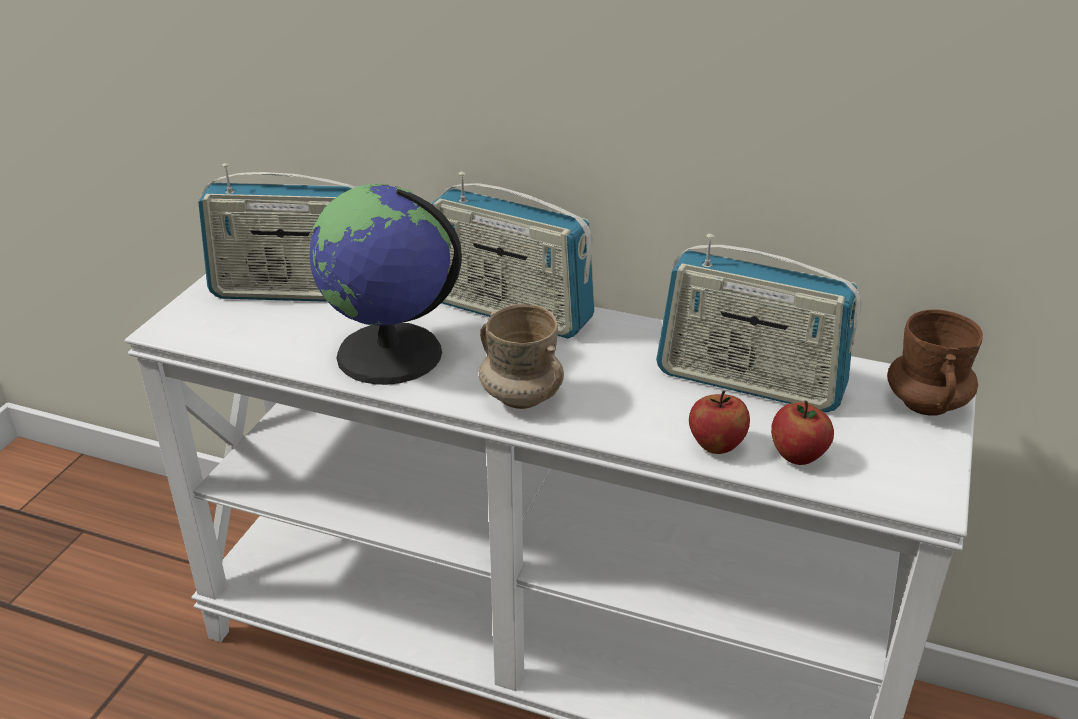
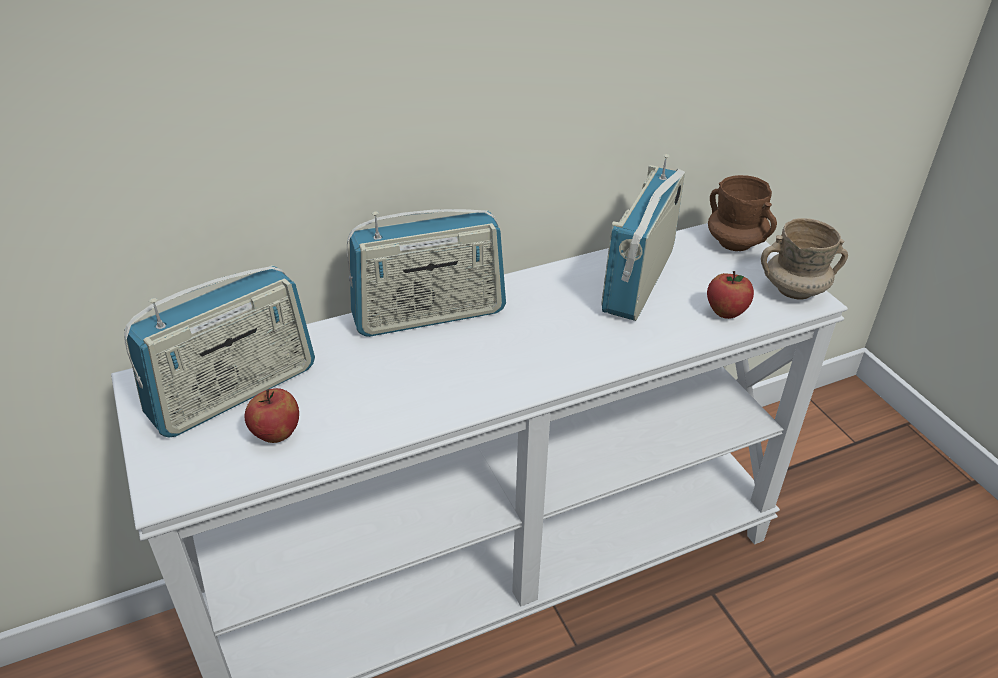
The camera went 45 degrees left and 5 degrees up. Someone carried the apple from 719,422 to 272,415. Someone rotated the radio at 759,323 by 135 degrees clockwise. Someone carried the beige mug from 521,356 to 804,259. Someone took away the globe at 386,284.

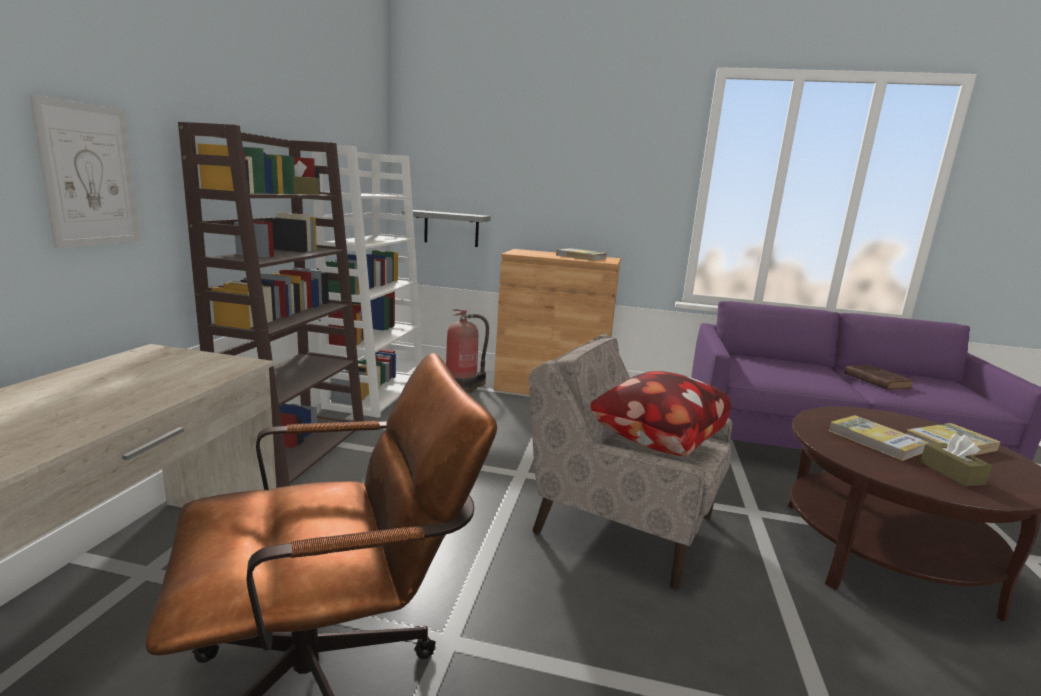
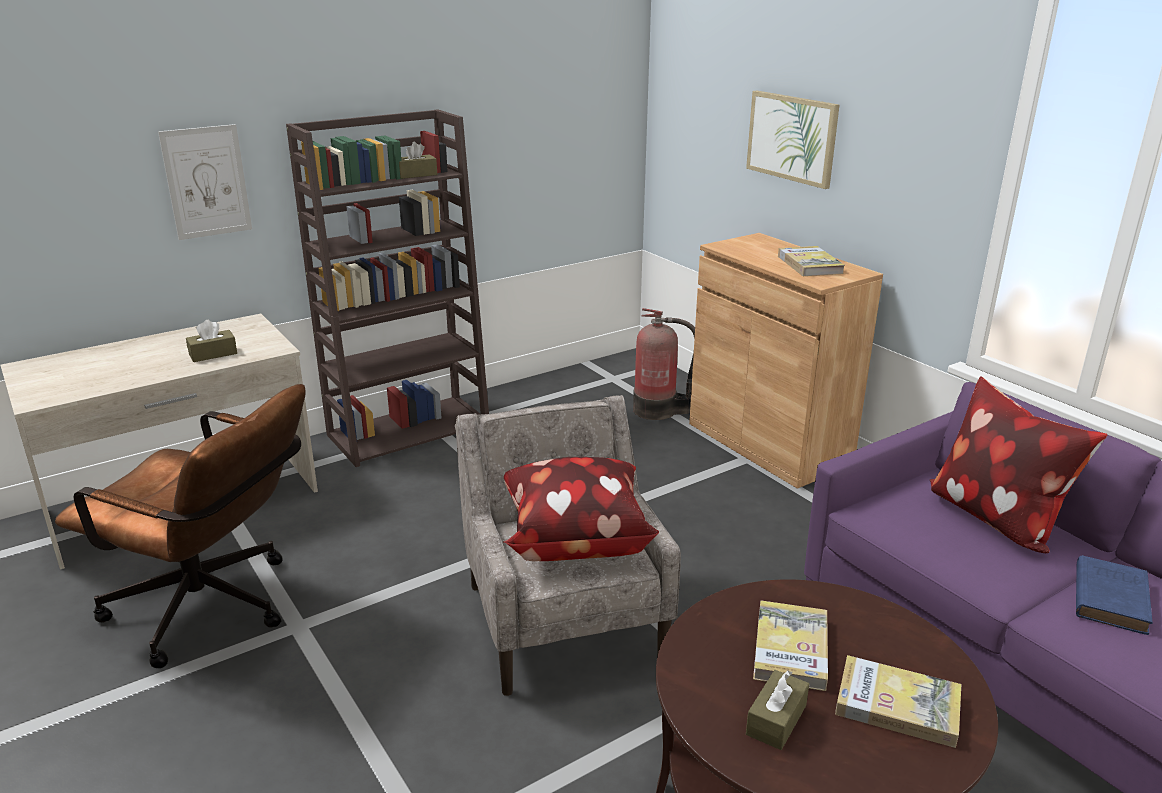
The camera went 45 degrees right and 10 degrees up. Someone put down the brown tissue box at 211,341. Someone put up the picture at 792,140. Someone put down the pillow at 1018,464. Someone repainted the brown book at 879,377, which became the blue book at 1114,595. Someone took away the white bookcase at 367,281. Someone took away the grey shelf at 446,228.

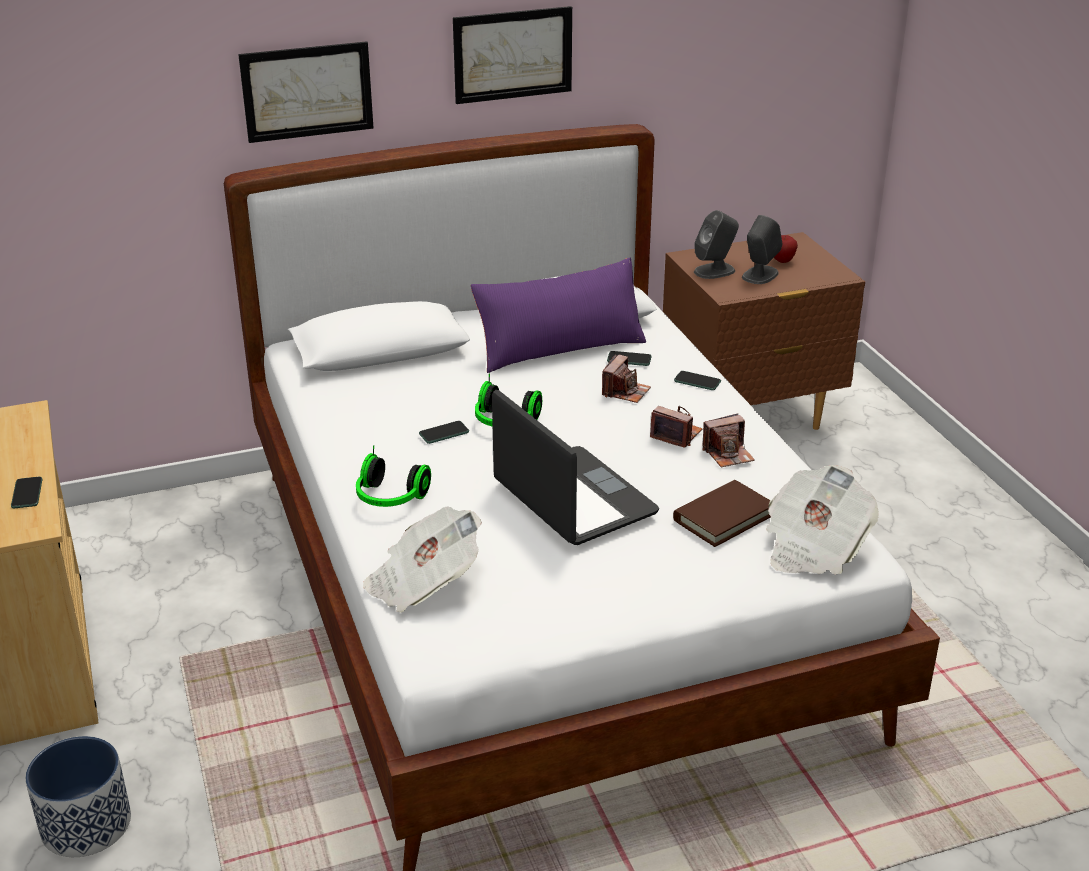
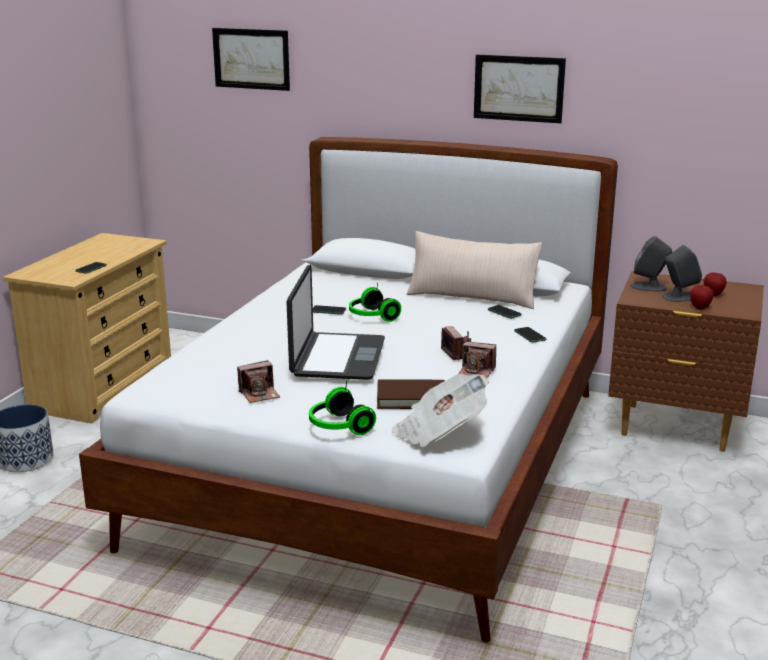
The camera went 40 degrees right and 10 degrees down. Someone carried the picture from 306,92 to 251,59. Someone carried the photo camera from 626,378 to 258,381. Someone carried the headphones from 393,476 to 342,408. Someone repainted the purple pillow at 558,315, which became the beige pillow at 474,270. Someone put down the apple at 702,297. Someone took away the newspaper at 422,559.

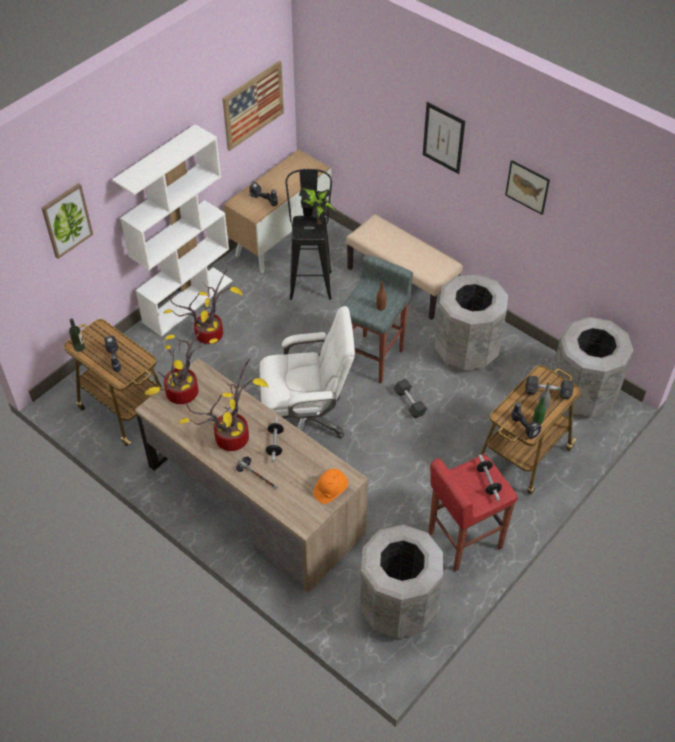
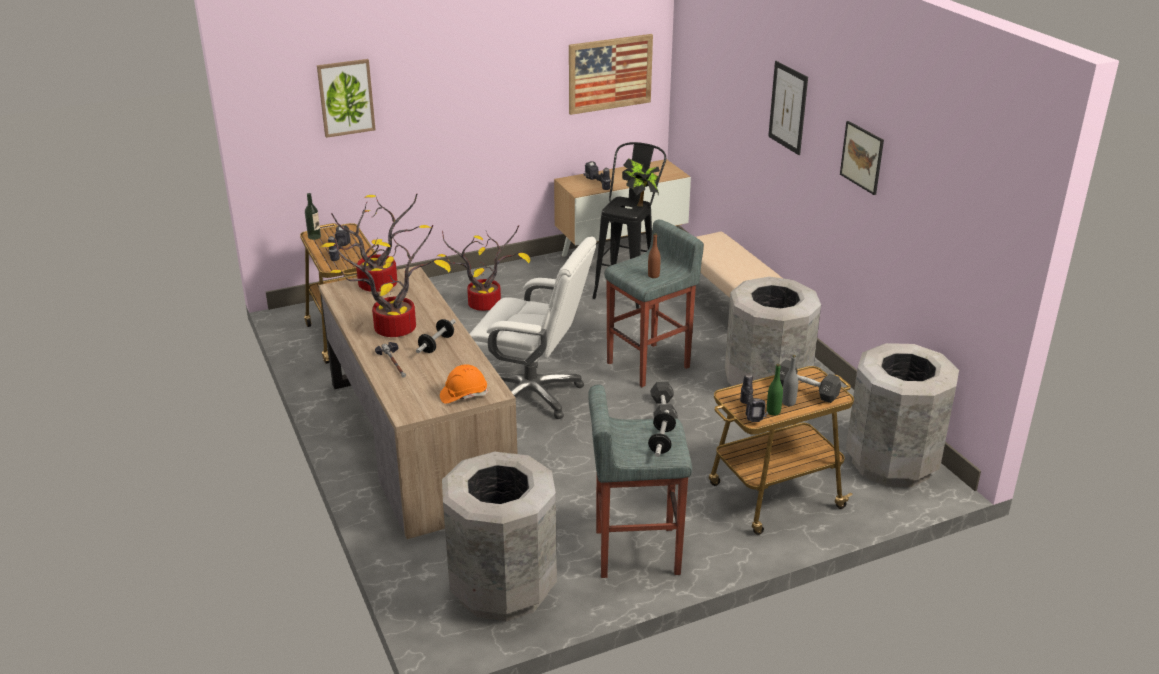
The camera went 25 degrees right and 20 degrees down. Someone repainted the red stool at 473,513, which became the grey stool at 640,481. Someone took away the white bookcase at 172,230.

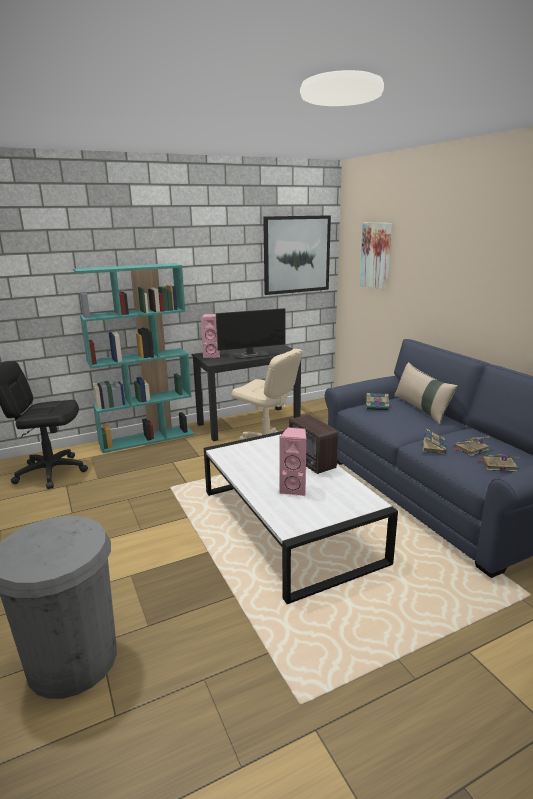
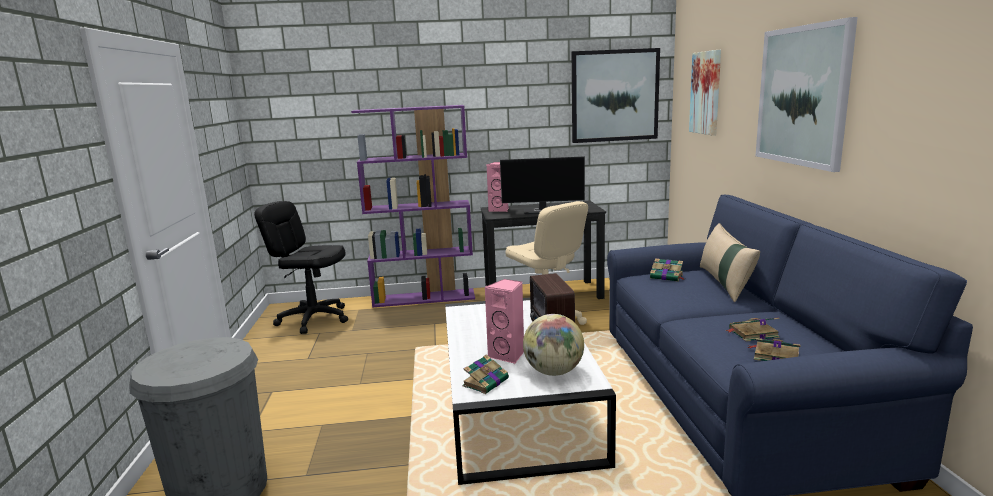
The camera went 20 degrees right and 5 degrees down. Someone repainted the turquoise bookcase at 133,358, which became the purple bookcase at 413,206. Someone carried the book from 434,441 to 485,374. Someone put down the globe at 553,345. Someone put up the picture at 807,94.

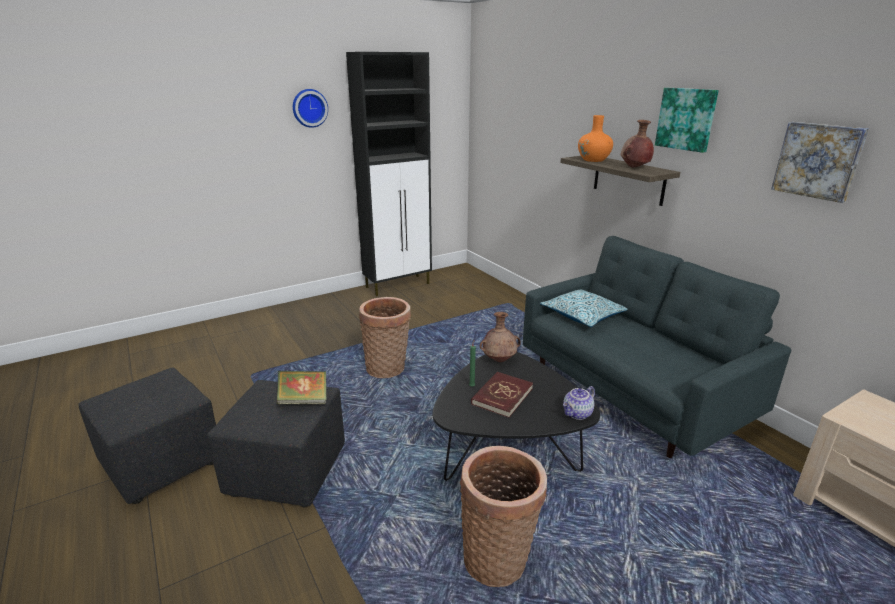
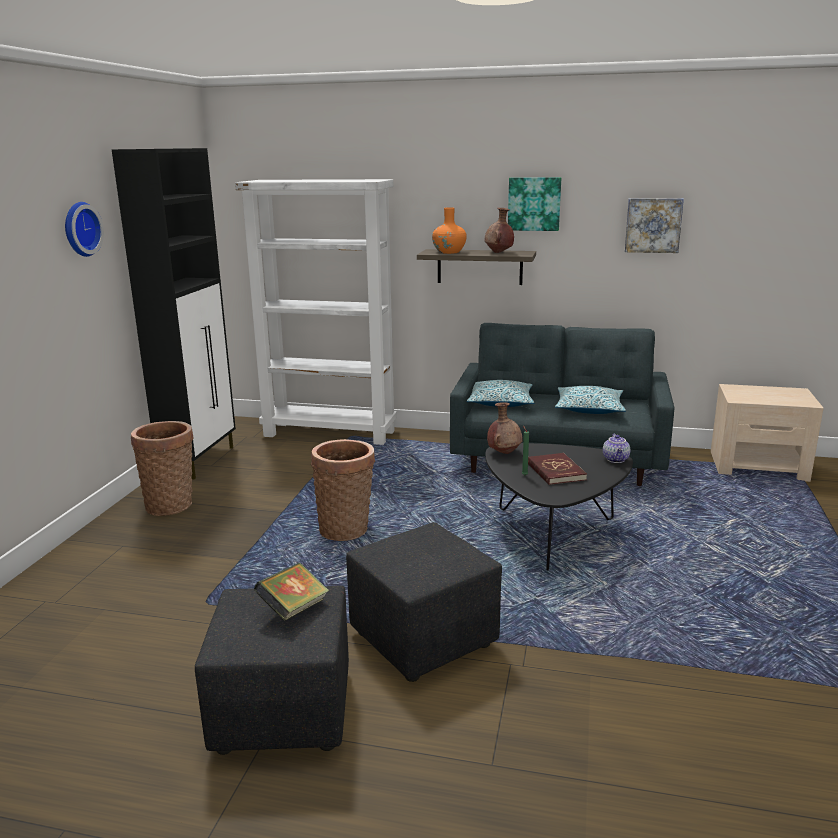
The camera went 45 degrees left and 5 degrees down. Someone carried the basket from 503,516 to 162,468. Someone put down the white bookcase at 316,312. Someone carried the book from 301,387 to 291,592. Someone put down the pillow at 590,400.

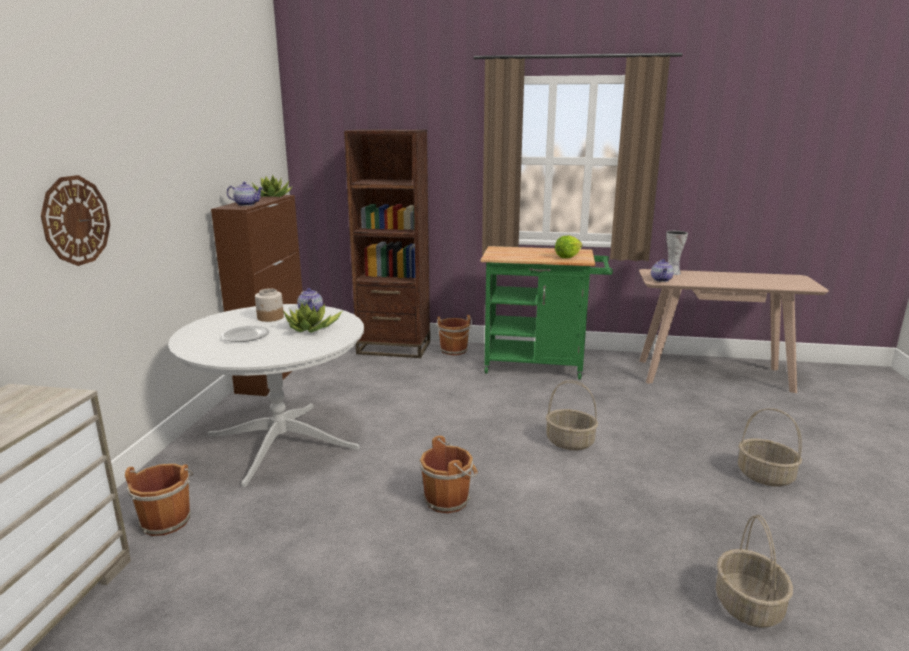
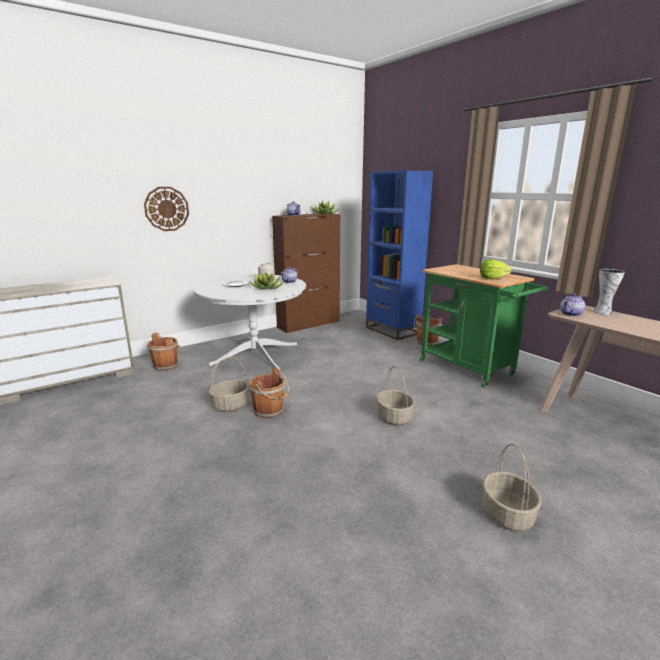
The camera went 45 degrees right and 0 degrees up. Someone carried the basket from 754,571 to 229,384. Someone repainted the brown bookcase at 387,243, which became the blue bookcase at 399,255.

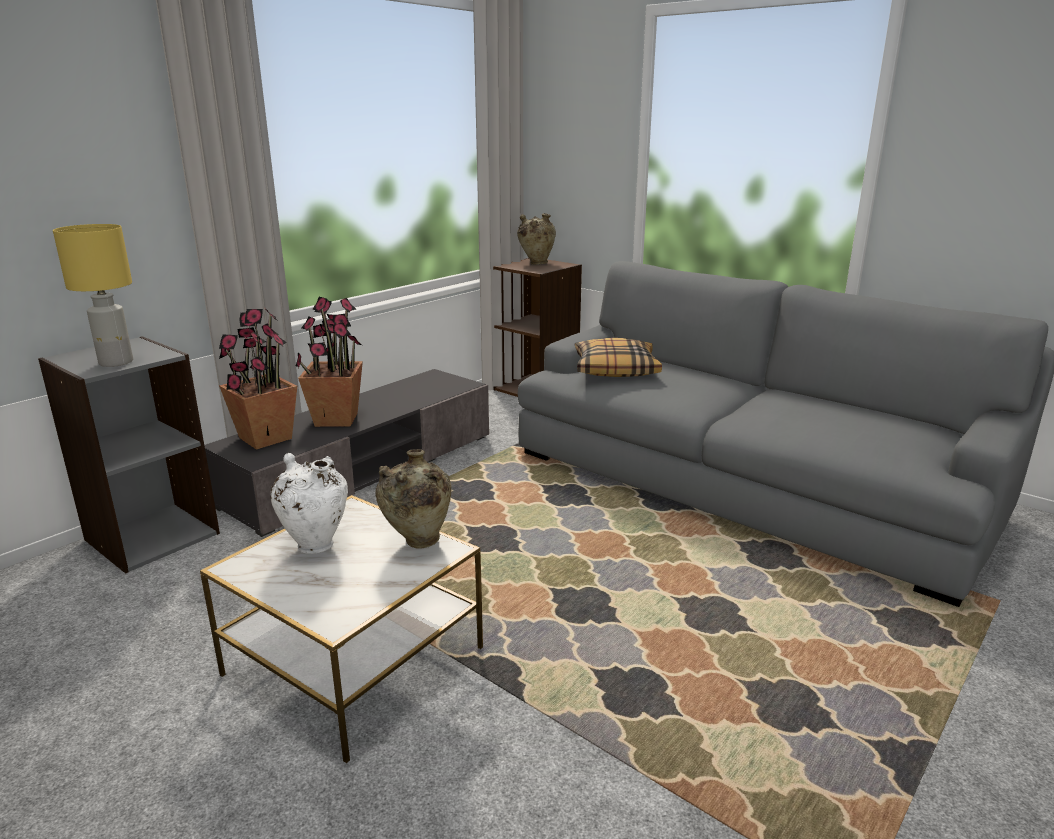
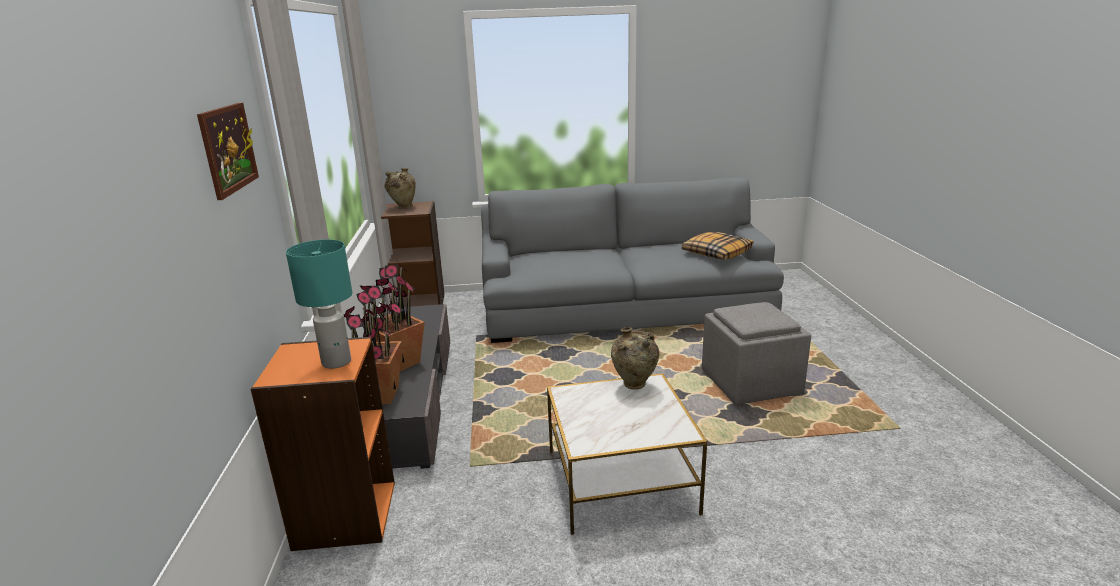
The camera went 45 degrees left and 0 degrees up. Someone put up the picture at 228,151. Someone repainted the grey bookcase at 129,455, which became the orange bookcase at 322,444. Someone repainted the yellow table lamp at 93,295, which became the turquoise table lamp at 319,304. Someone carried the pillow from 618,357 to 717,246. Someone put down the grey ottoman at 756,353. Someone took away the white vase at 309,503.

